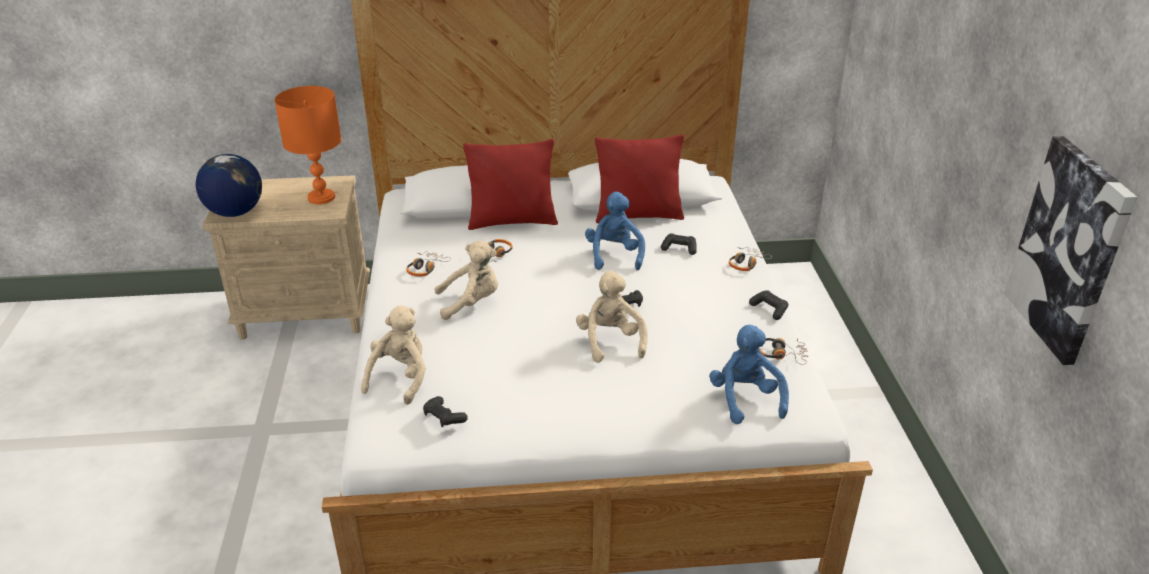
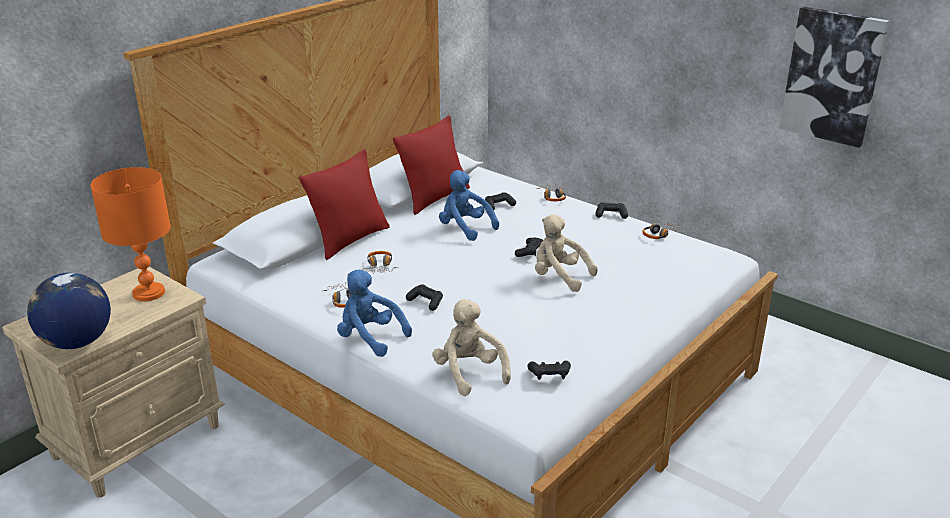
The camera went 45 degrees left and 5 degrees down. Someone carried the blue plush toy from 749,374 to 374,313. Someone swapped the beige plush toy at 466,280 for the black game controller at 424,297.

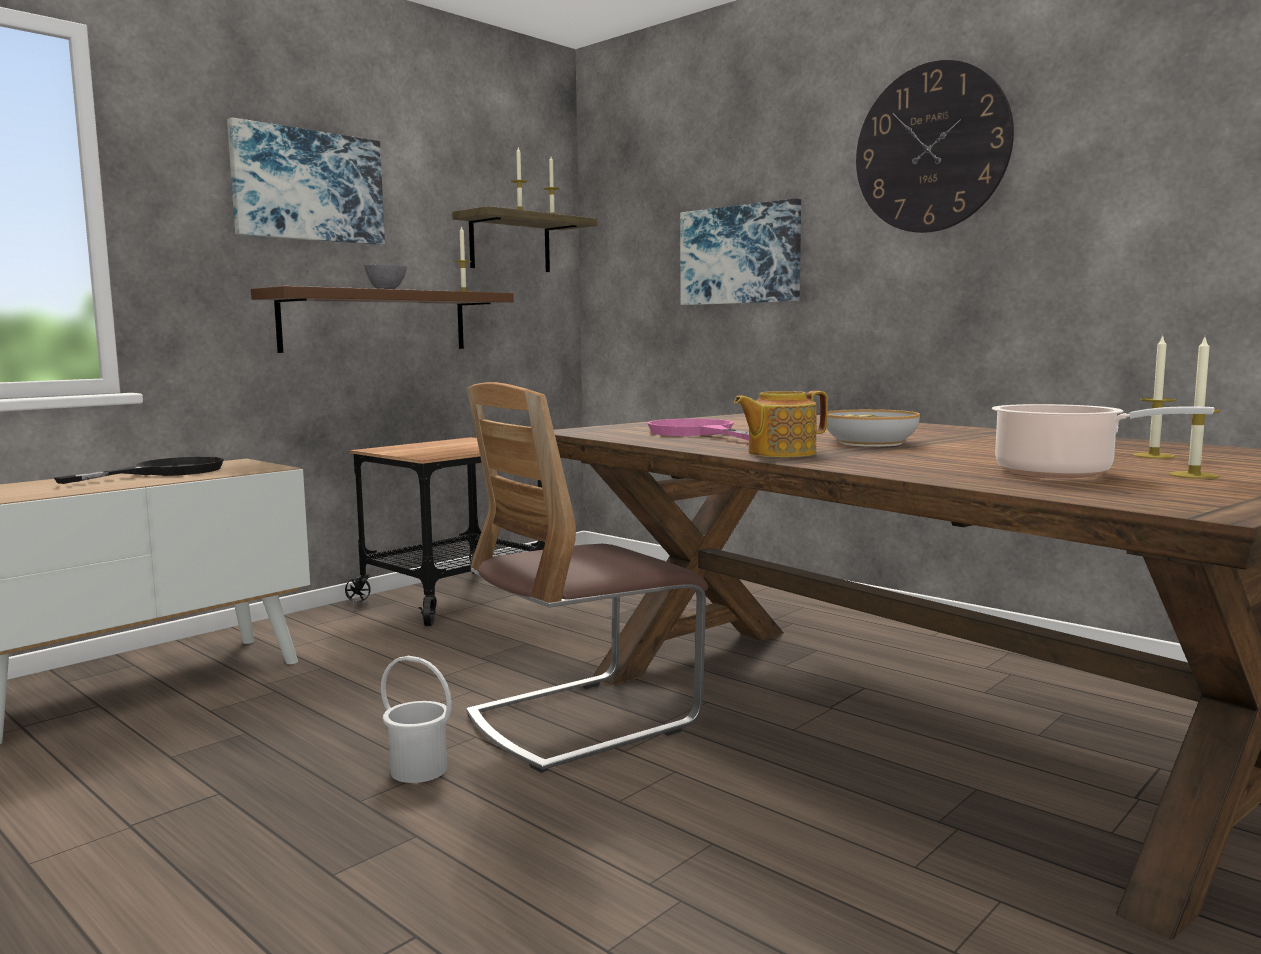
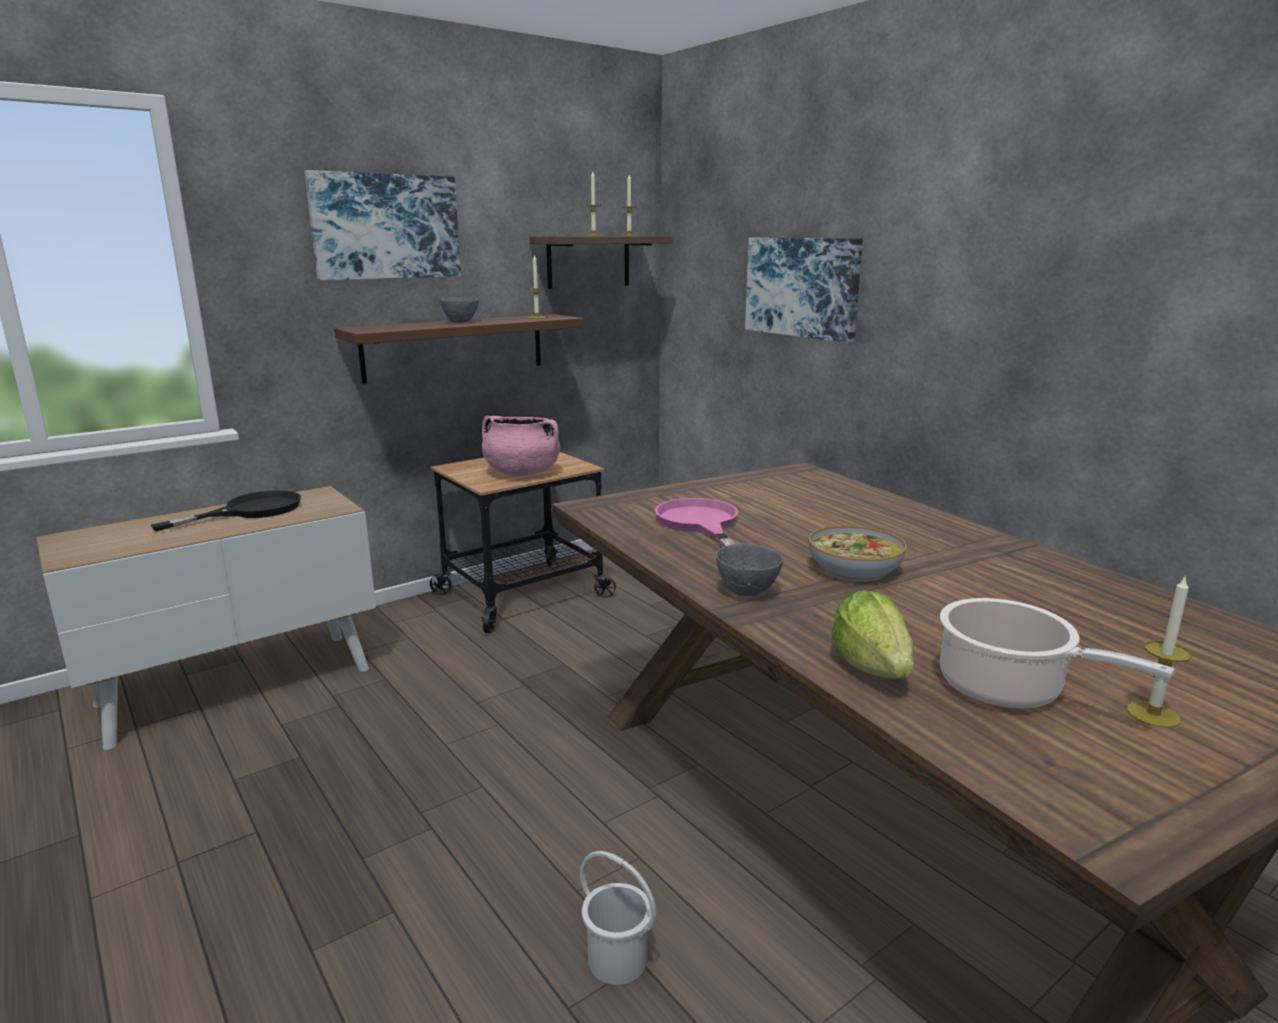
The camera went 10 degrees right and 10 degrees up. Someone put down the pink cooking pot at 521,446. Someone carried the white bucket from 416,719 to 618,918. Someone swapped the teapot at 781,424 for the grey bowl at 749,570. Someone put down the lettuce at 872,634. Someone took away the chair at 587,577. Someone took away the wall clock at 935,146. Someone took away the candle at 1154,397.

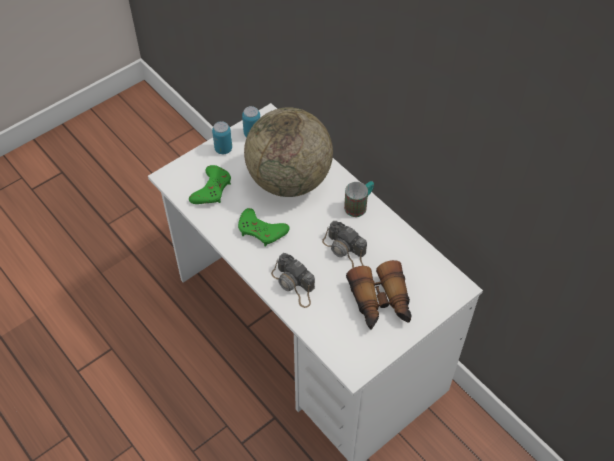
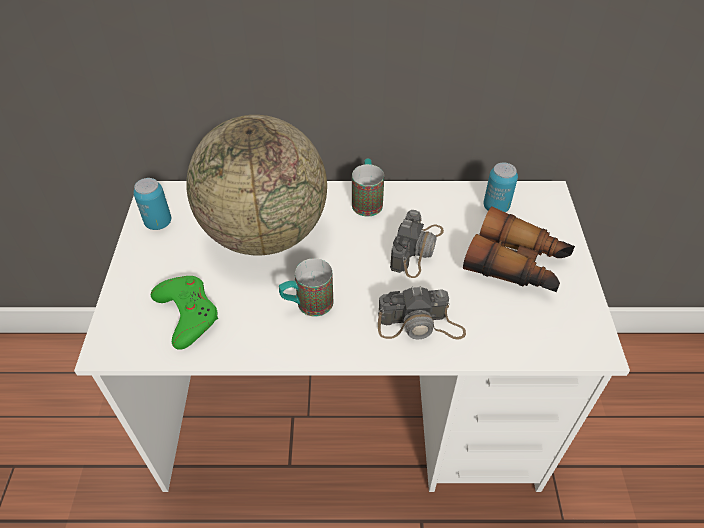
The camera went 50 degrees left and 5 degrees down. Someone swapped the green game controller at 264,227 for the mug at 306,287. Someone rotated the photo camera at 344,244 by 60 degrees counterclockwise. Someone carried the can from 222,137 to 501,187.

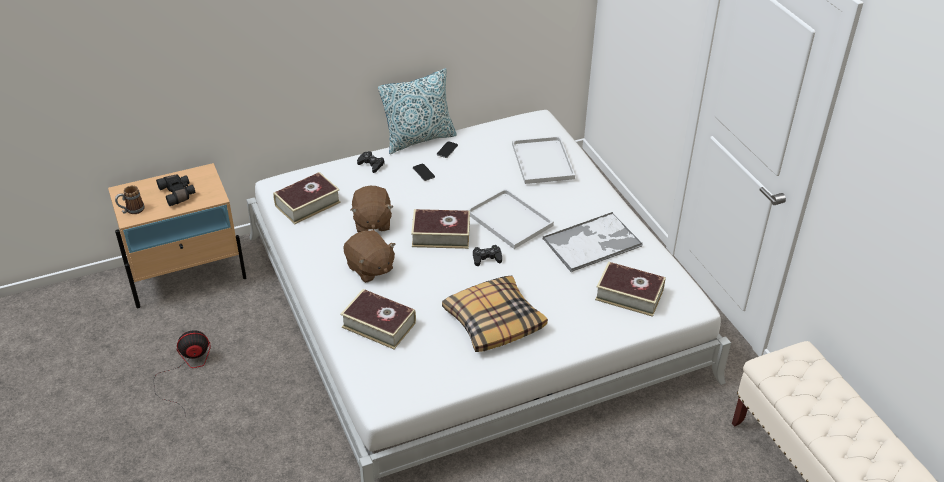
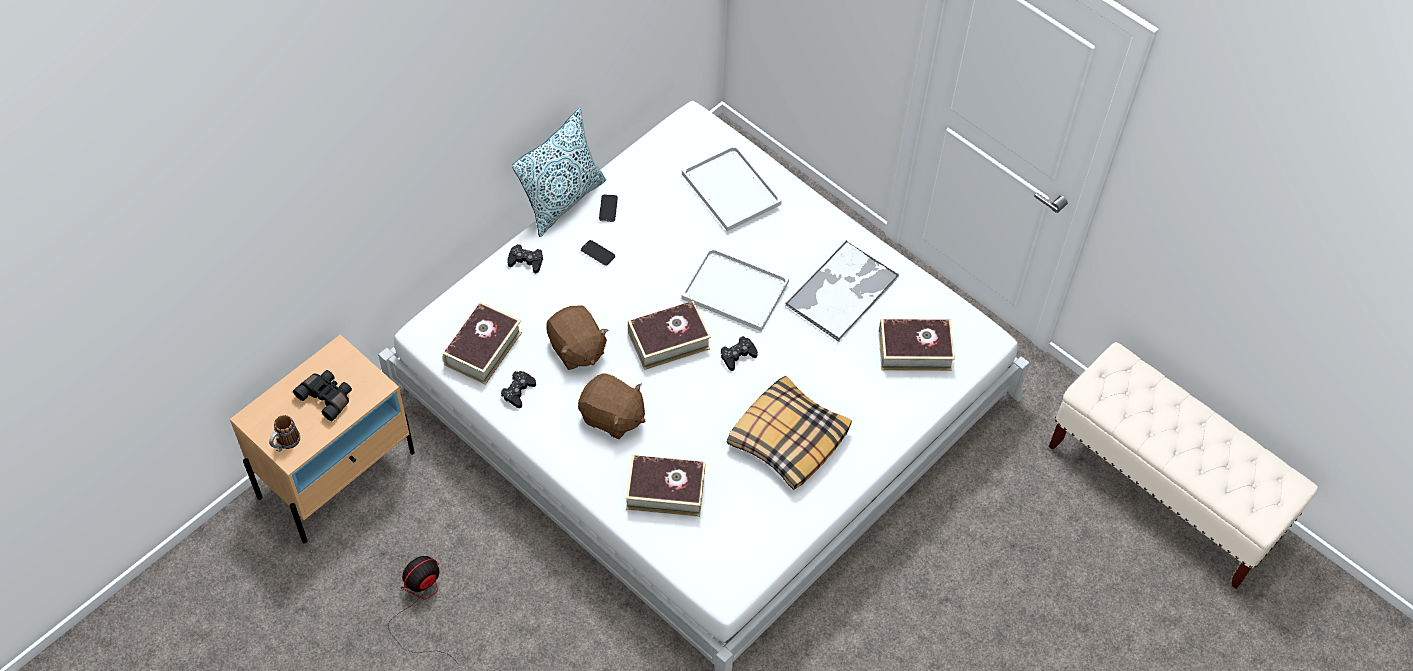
The camera went 25 degrees left and 15 degrees up. Someone put down the black game controller at 518,389.

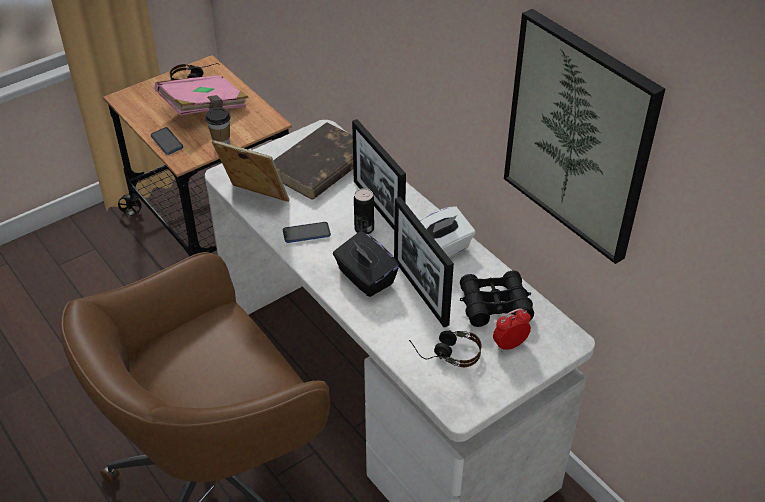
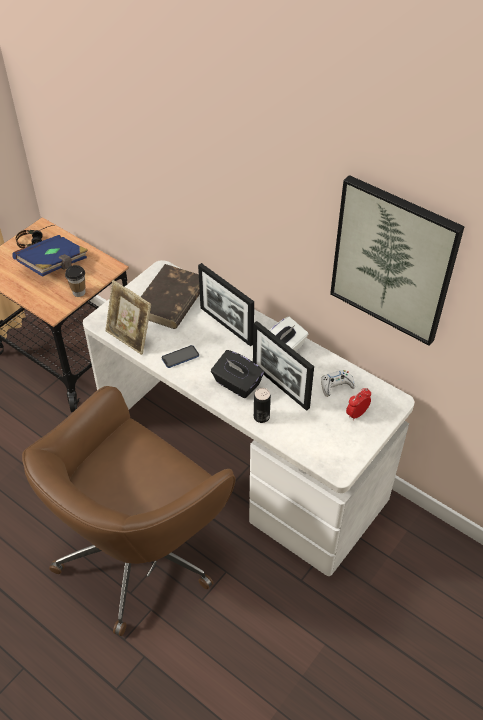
The camera went 15 degrees left and 5 degrees up. Someone repainted the pink book at 202,95, which became the blue book at 50,256. Someone rotated the picture frame at 251,171 by 150 degrees counterclockwise. Someone carried the can from 364,211 to 262,405. Someone swapped the black binoculars at 497,298 for the white game controller at 338,383. Someone took away the phone at 167,141. Someone took away the headphones at 445,348.

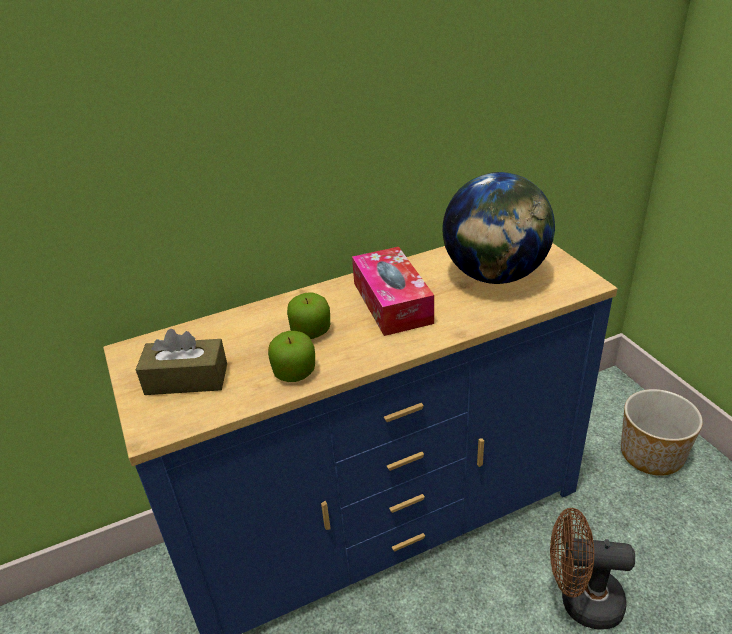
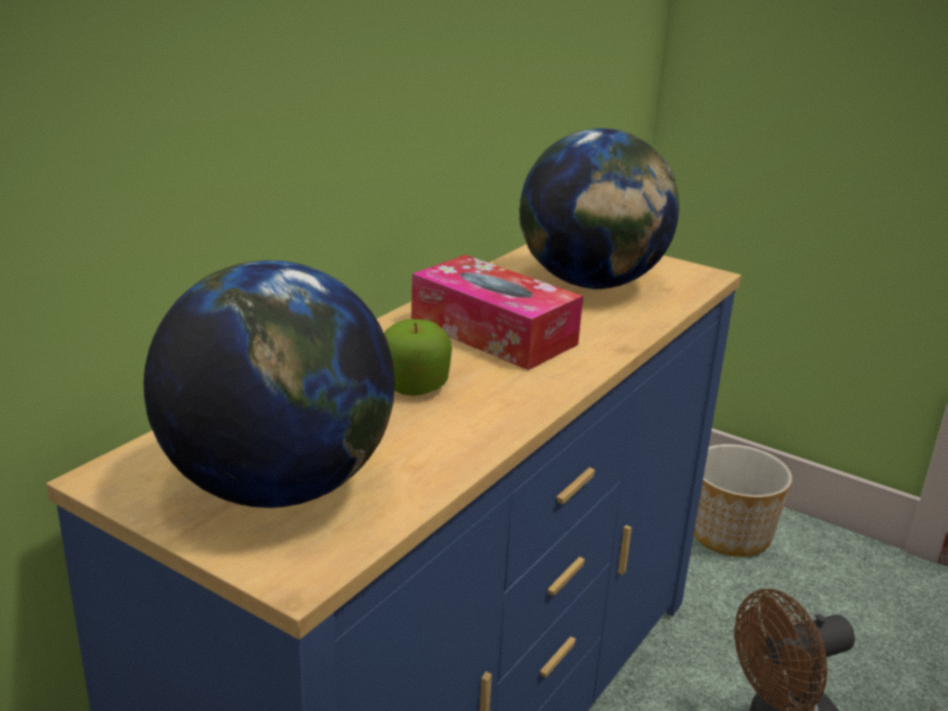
The camera went 35 degrees left and 10 degrees down. Someone swapped the brown tissue box at 181,362 for the globe at 269,384. Someone took away the apple at 291,356.

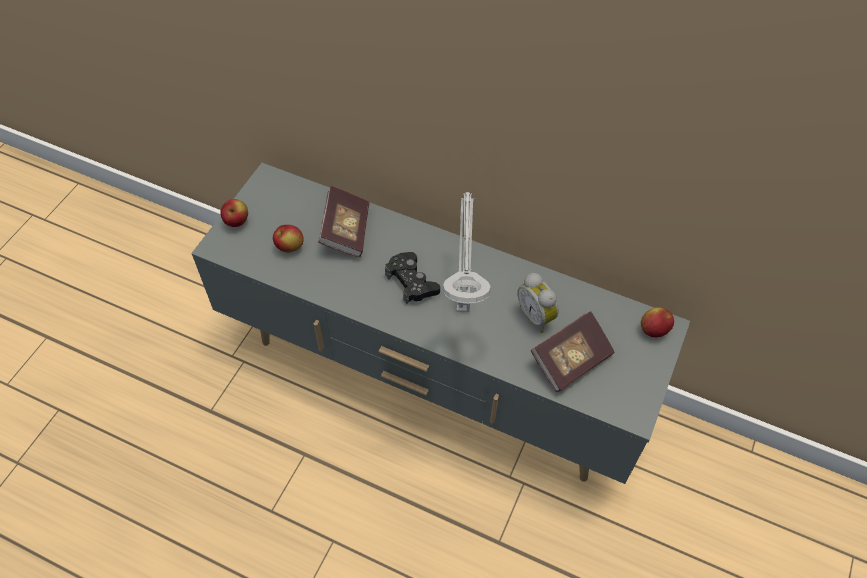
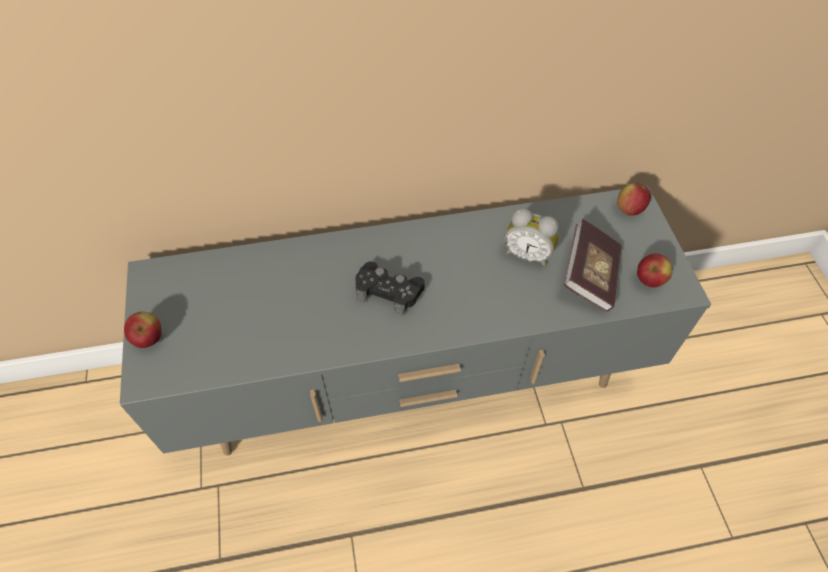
The camera went 35 degrees left and 0 degrees up. Someone carried the apple from 288,238 to 655,270. Someone took away the book at 344,221. Someone took away the grey table lamp at 467,252.

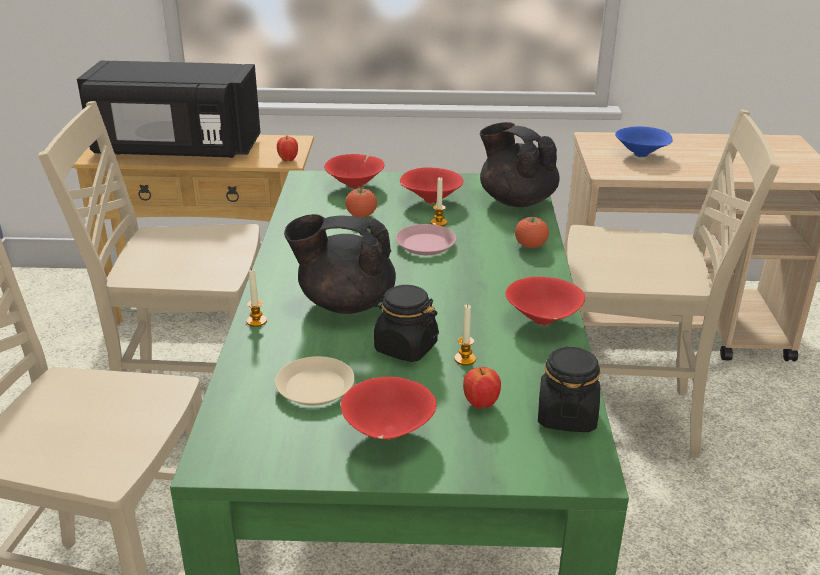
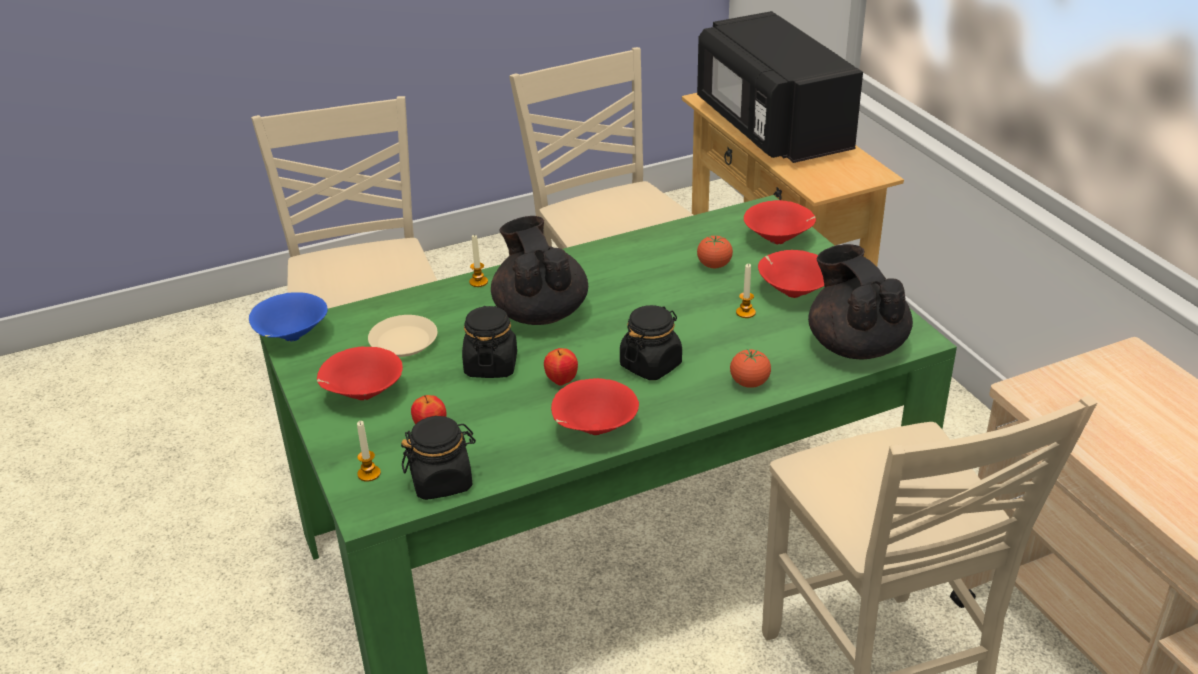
The camera went 65 degrees right and 5 degrees up. Someone carried the blue bowl from 643,142 to 288,317. Someone carried the candle from 465,334 to 369,451. Someone carried the apple from 287,149 to 561,367. Someone put down the black jar at 651,342. Someone rotated the black teapot at 520,164 by 45 degrees counterclockwise. Someone took away the pink plate at 426,239.

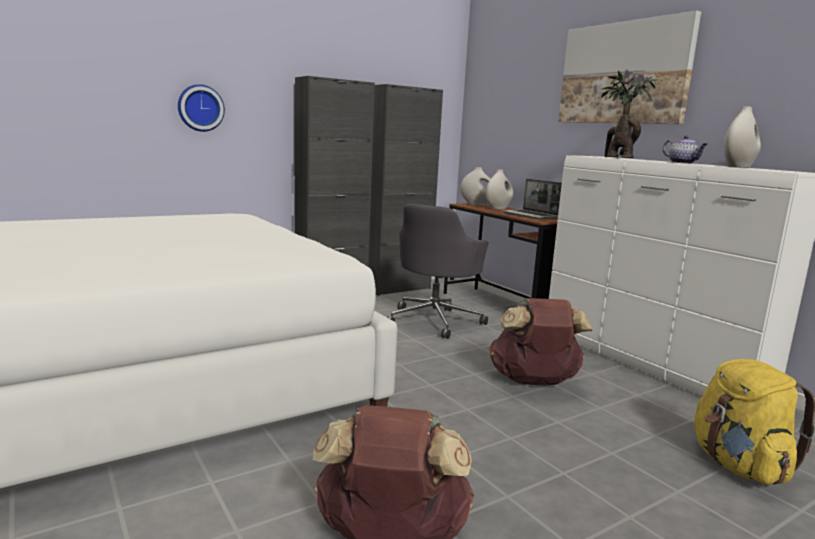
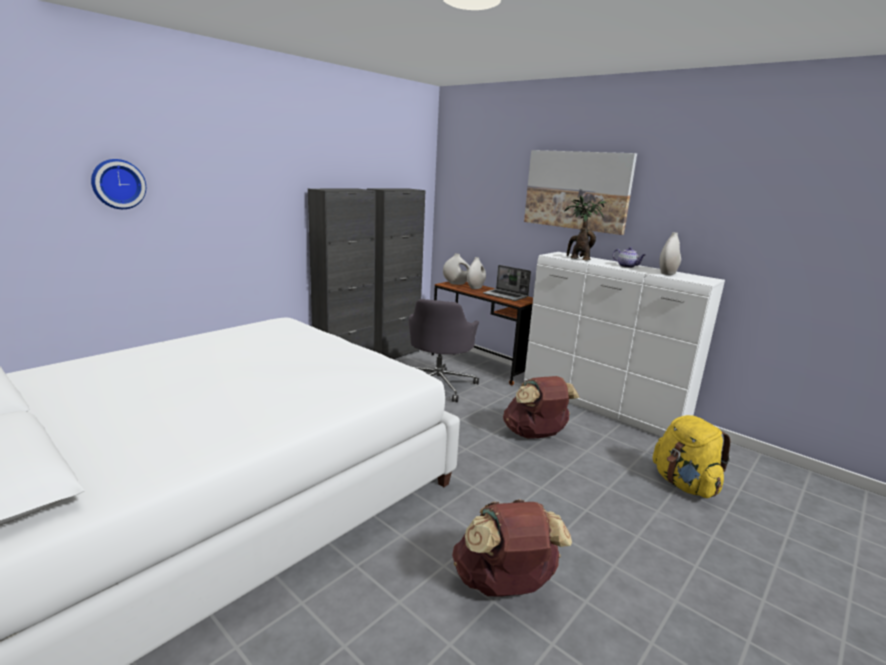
The camera went 15 degrees left and 5 degrees up. Someone carried the wall clock from 201,108 to 118,184.

